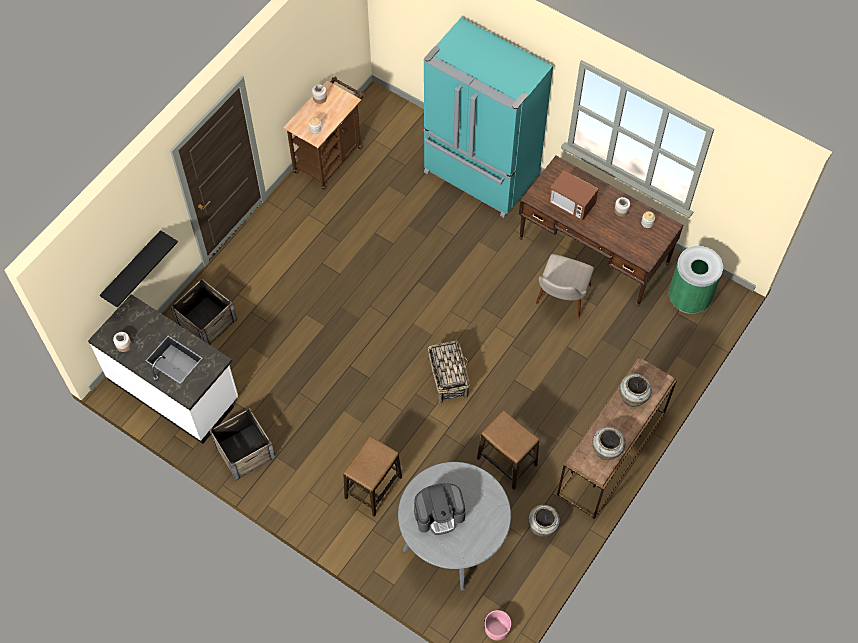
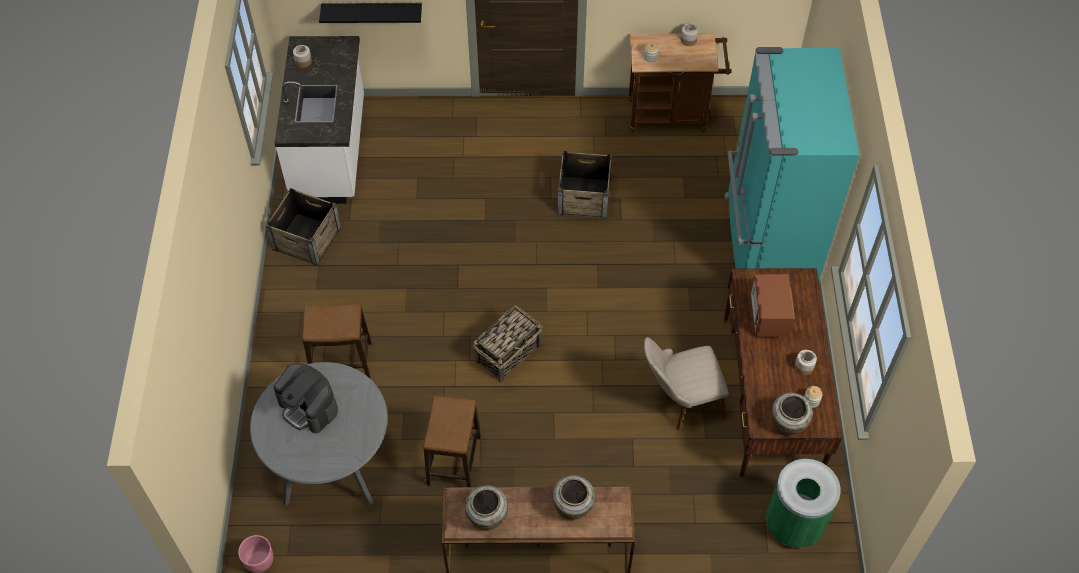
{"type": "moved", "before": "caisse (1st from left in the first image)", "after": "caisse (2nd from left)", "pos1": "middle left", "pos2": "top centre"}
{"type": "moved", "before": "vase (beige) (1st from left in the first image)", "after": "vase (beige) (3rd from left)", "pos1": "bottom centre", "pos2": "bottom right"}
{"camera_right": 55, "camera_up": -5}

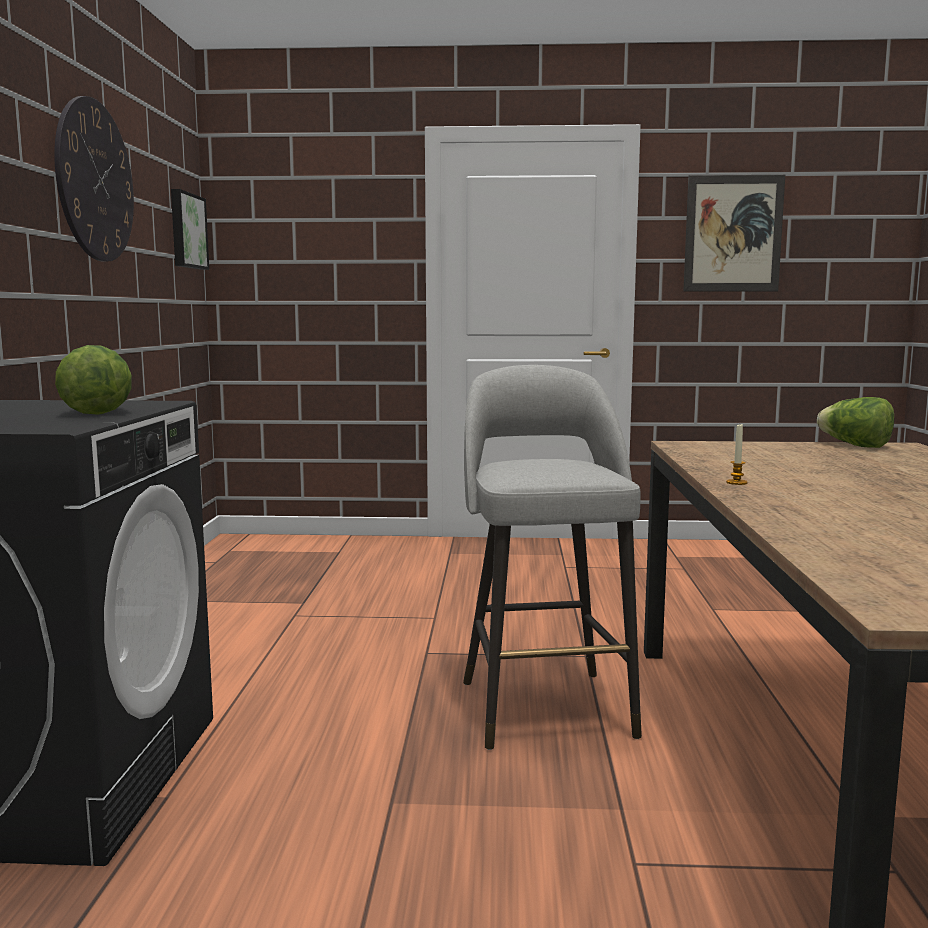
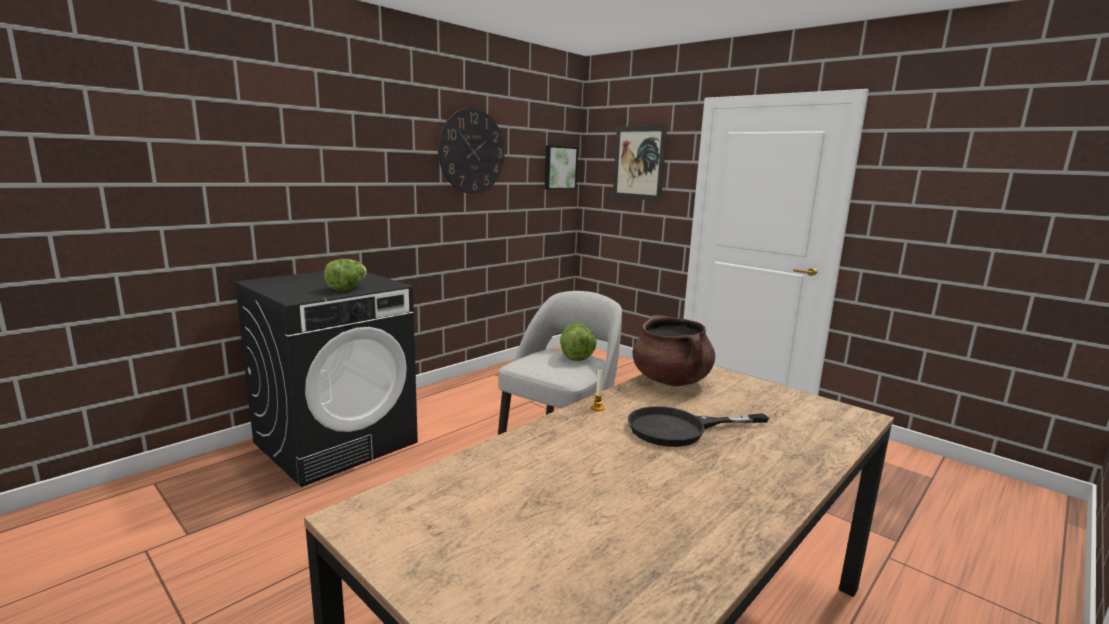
{"type": "added", "after": "poêle (noir)", "pos2": "bottom centre"}
{"type": "added", "after": "marmite (marron)", "pos2": "centre"}
{"type": "moved", "before": "tableau (2nd from left)", "pos1": "top right", "pos2": "top centre"}
{"type": "moved", "before": "laitue (2nd from left)", "pos1": "middle right", "pos2": "centre"}
{"camera_right": 40, "camera_up": 5}

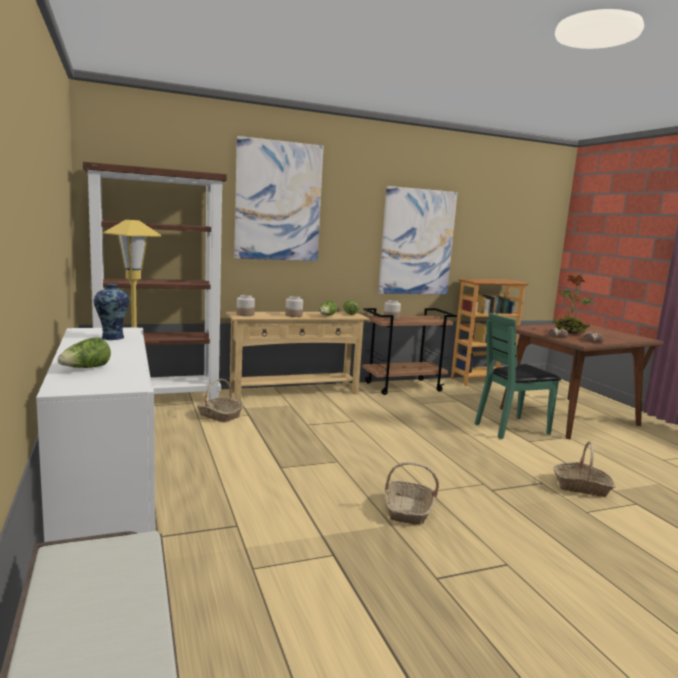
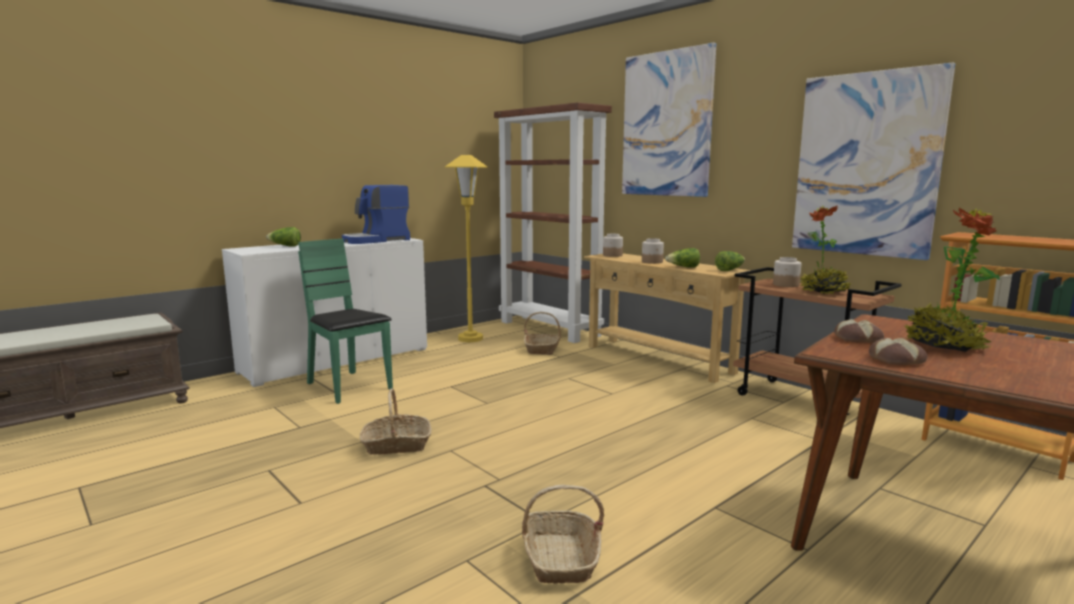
{"type": "added", "after": "plante en pot (1st from left)", "pos2": "middle right"}
{"type": "moved", "before": "chaise (vert)", "pos1": "middle right", "pos2": "middle left"}
{"type": "replaced", "before": "vase", "after": "machine à café", "pos1": "middle left", "pos2": "centre"}
{"camera_right": 70, "camera_up": 0}

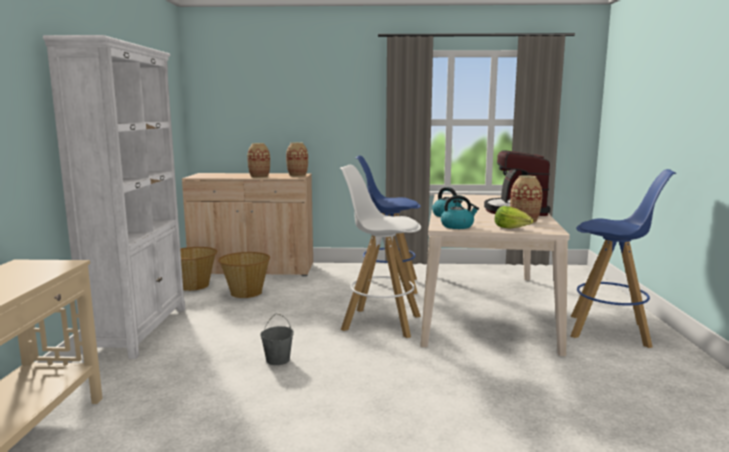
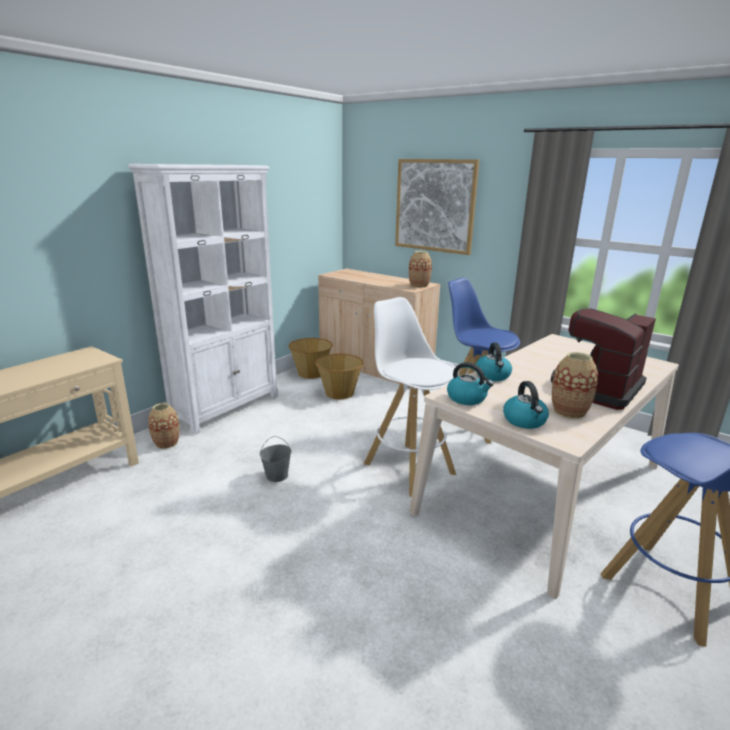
{"type": "added", "after": "tableau", "pos2": "top centre"}
{"type": "moved", "before": "vase (1st from left)", "pos1": "centre", "pos2": "middle left"}
{"type": "replaced", "before": "laitue", "after": "bouilloire (3rd from left)", "pos1": "middle right", "pos2": "middle right"}
{"camera_right": 35, "camera_up": 10}

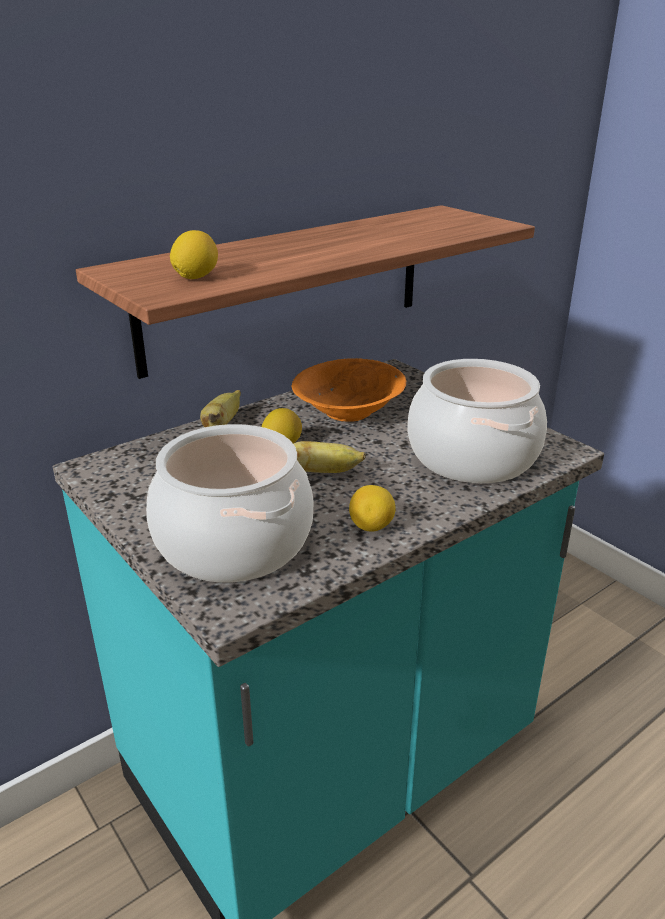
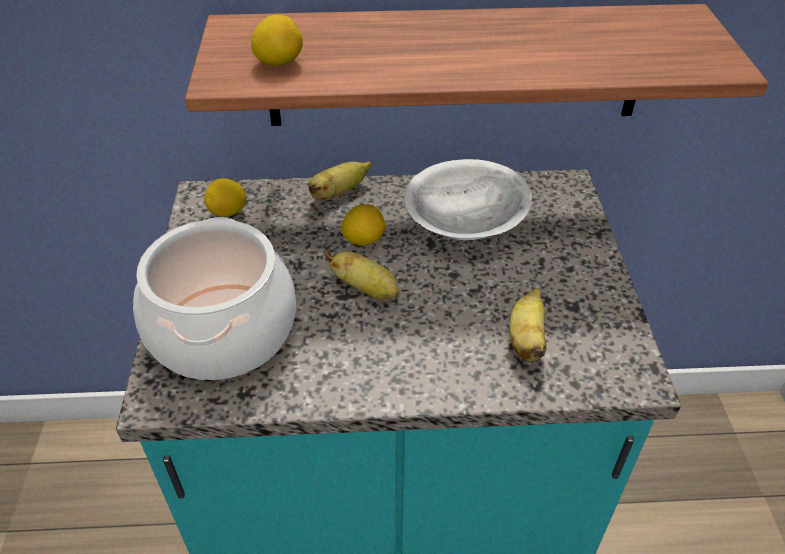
{"type": "moved", "before": "citron (3rd from left in the first image)", "after": "citron (1st from left)", "pos1": "centre", "pos2": "middle left"}
{"type": "replaced", "before": "marmite (2nd from left)", "after": "banane (3rd from left)", "pos1": "middle right", "pos2": "middle right"}
{"type": "recoloured", "before": "bol (orange)", "after": "bol (blanc)", "pos1": "centre", "pos2": "centre"}
{"camera_right": 35, "camera_up": 15}

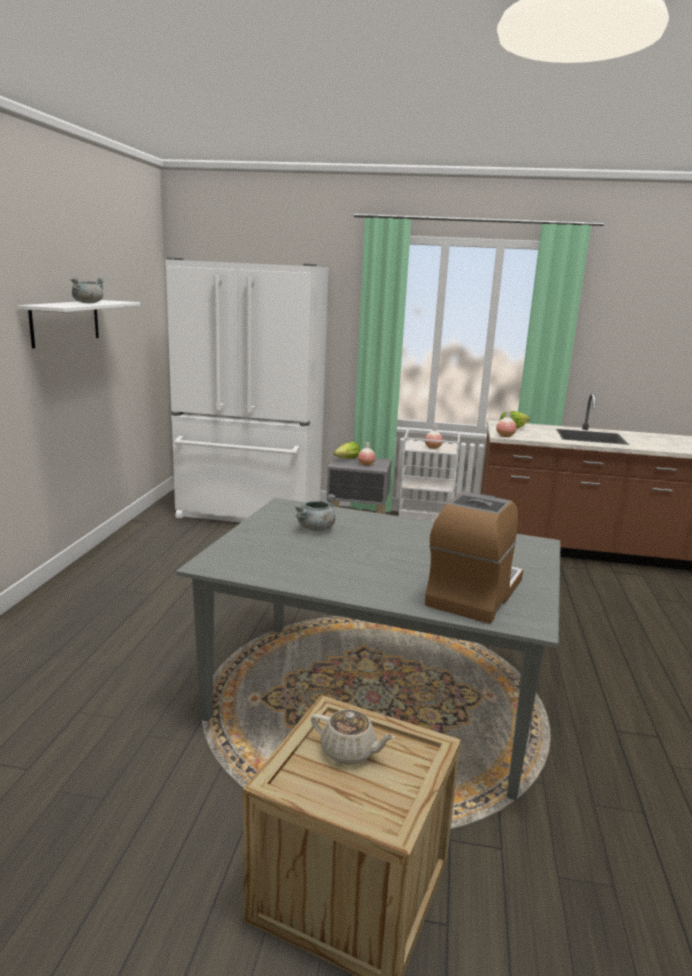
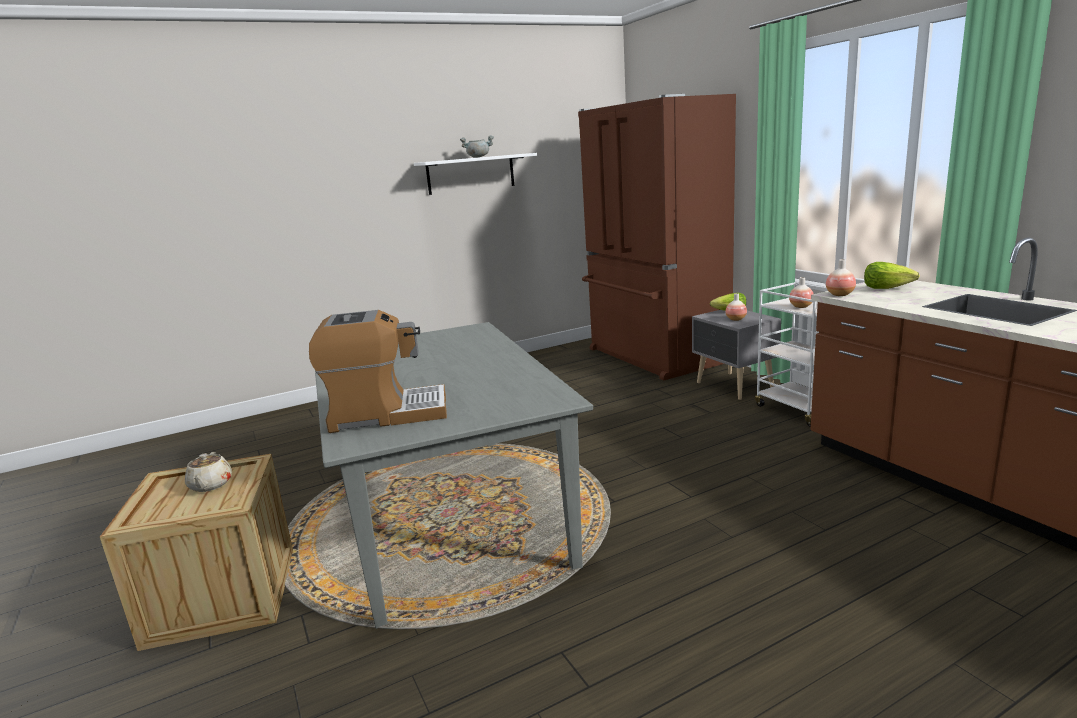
{"type": "removed", "before": "marmite (gris) (2nd from left)", "pos1": "centre"}
{"type": "recoloured", "before": "réfrigérateur (blanc)", "after": "réfrigérateur (marron)", "pos1": "centre", "pos2": "top centre"}
{"camera_right": 55, "camera_up": 0}

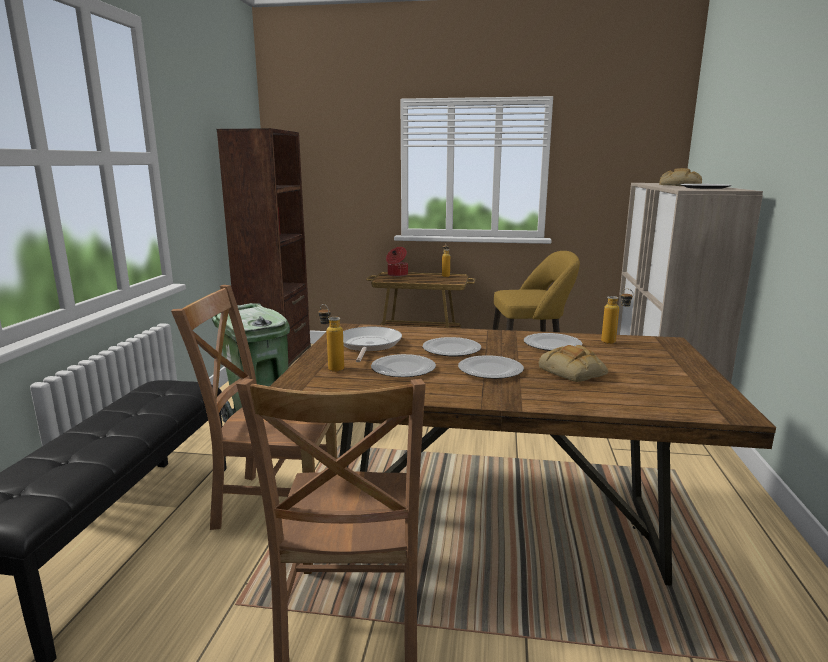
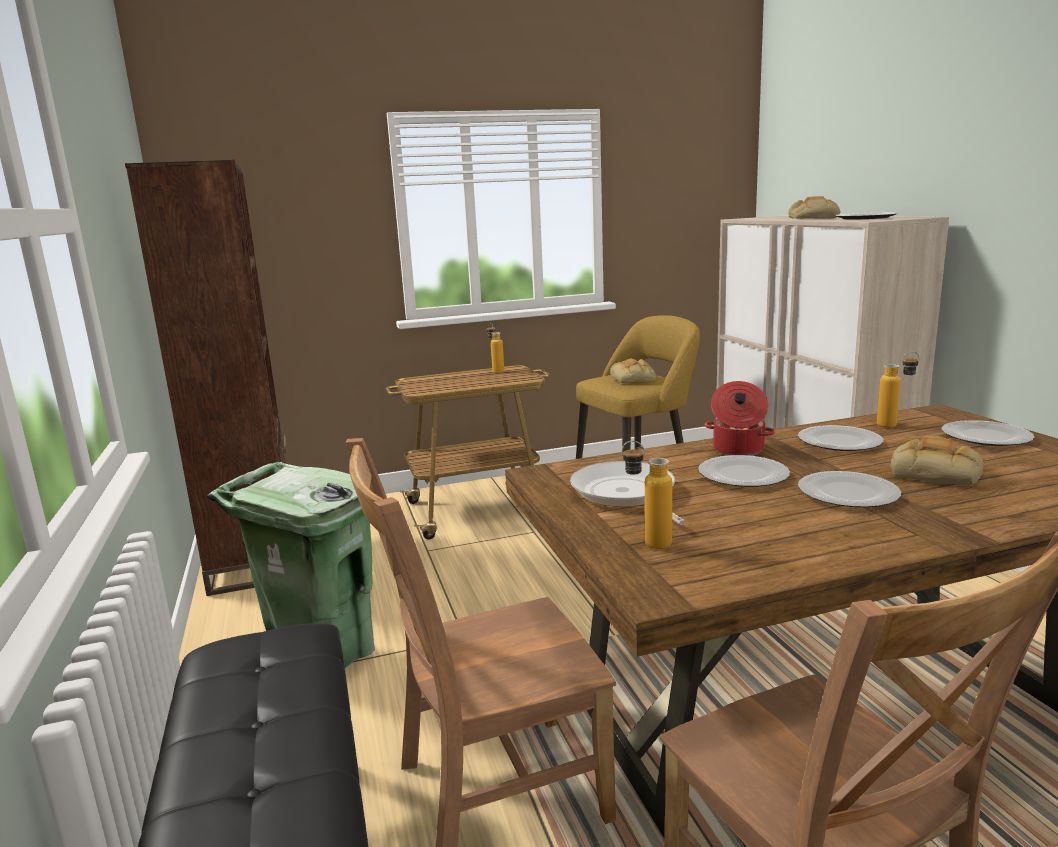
{"type": "added", "after": "pain (1st from left)", "pos2": "centre"}
{"type": "moved", "before": "assiette (1st from left in the first image)", "after": "assiette (5th from left)", "pos1": "centre", "pos2": "middle right"}
{"type": "moved", "before": "marmite", "pos1": "centre", "pos2": "middle right"}
{"camera_right": -25, "camera_up": 0}

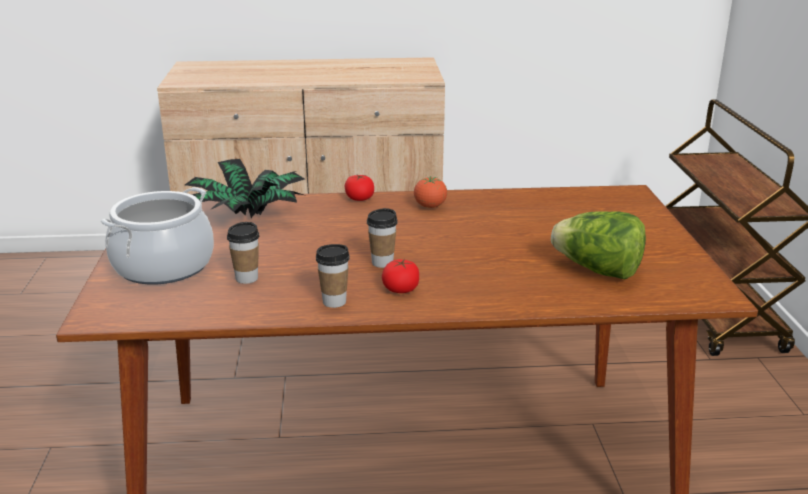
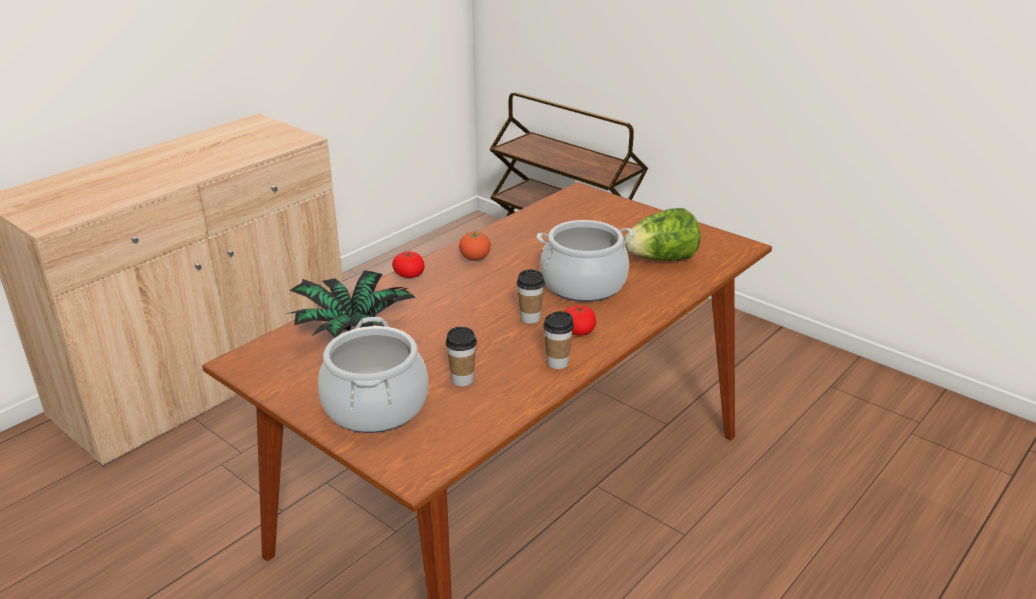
{"type": "added", "after": "marmite (2nd from left)", "pos2": "centre"}
{"camera_right": -45, "camera_up": 5}

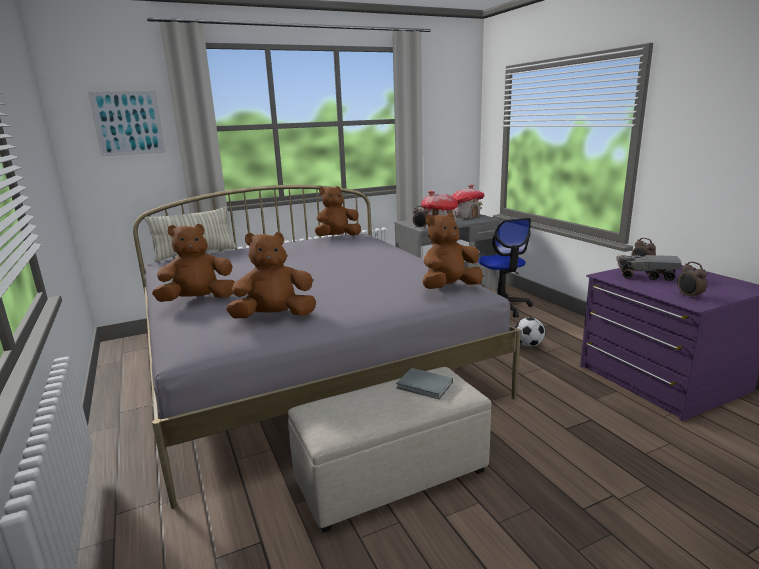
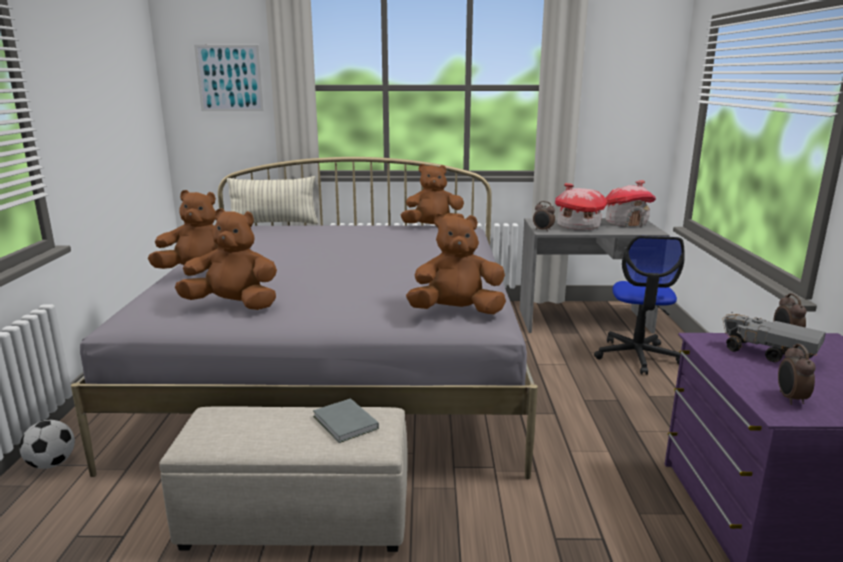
{"type": "moved", "before": "ballon de foot", "pos1": "middle right", "pos2": "bottom left"}
{"camera_right": 25, "camera_up": 0}

